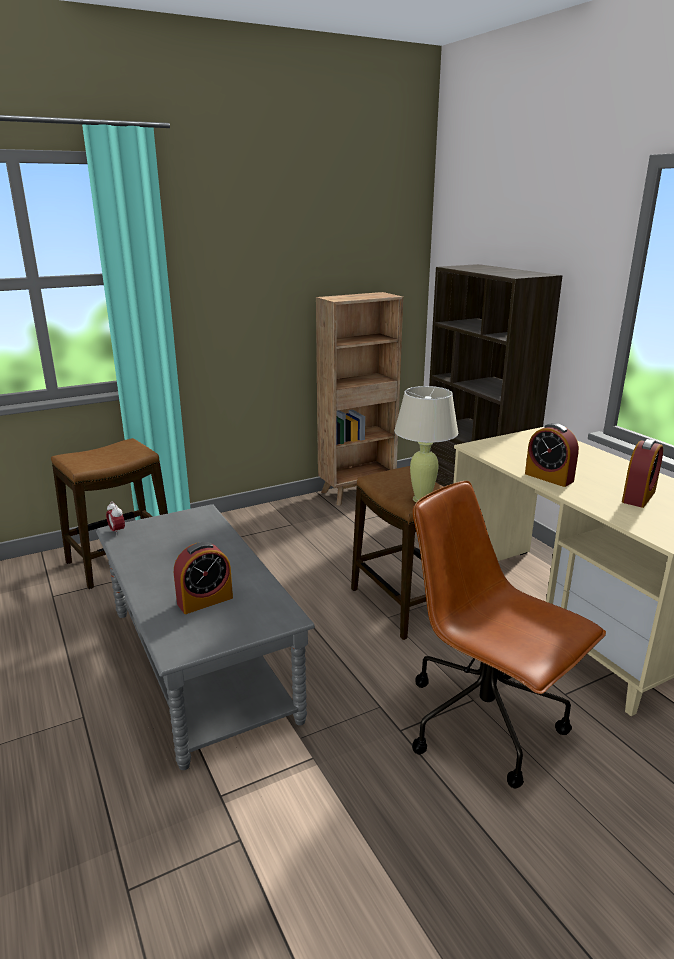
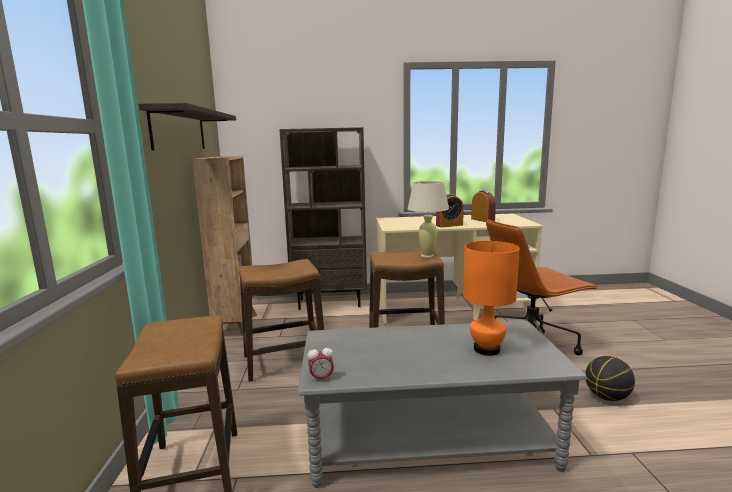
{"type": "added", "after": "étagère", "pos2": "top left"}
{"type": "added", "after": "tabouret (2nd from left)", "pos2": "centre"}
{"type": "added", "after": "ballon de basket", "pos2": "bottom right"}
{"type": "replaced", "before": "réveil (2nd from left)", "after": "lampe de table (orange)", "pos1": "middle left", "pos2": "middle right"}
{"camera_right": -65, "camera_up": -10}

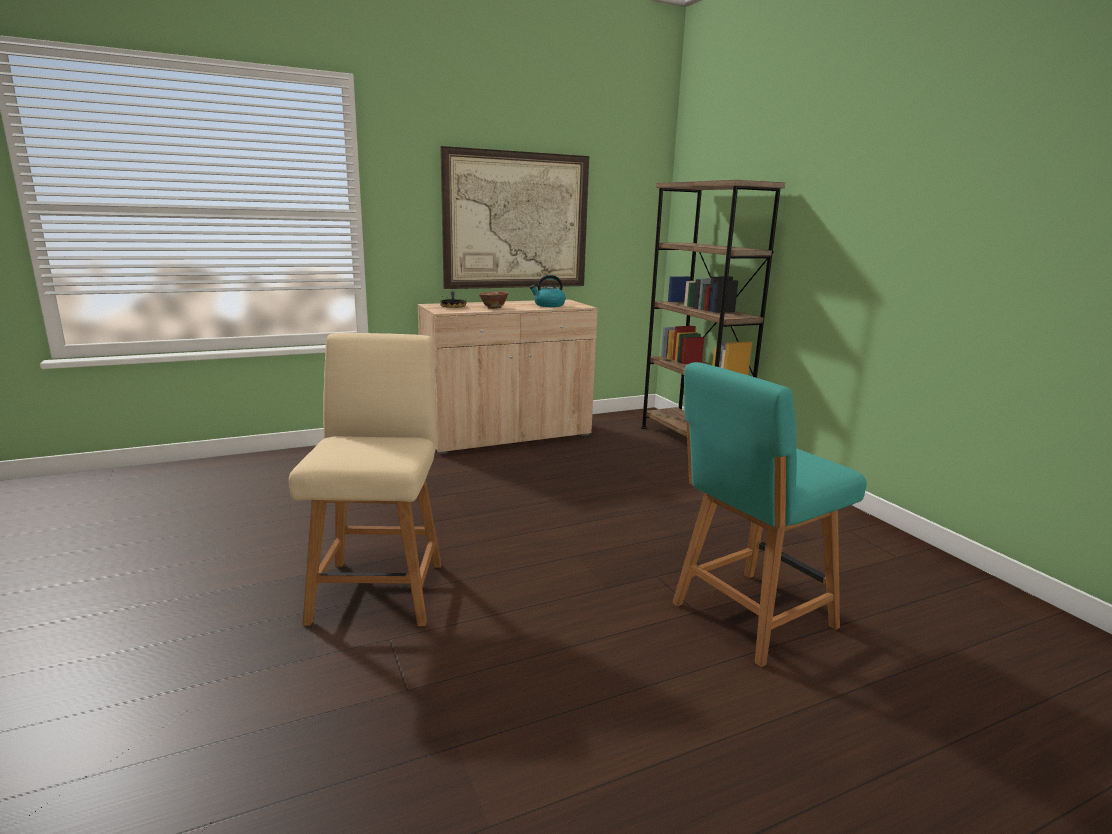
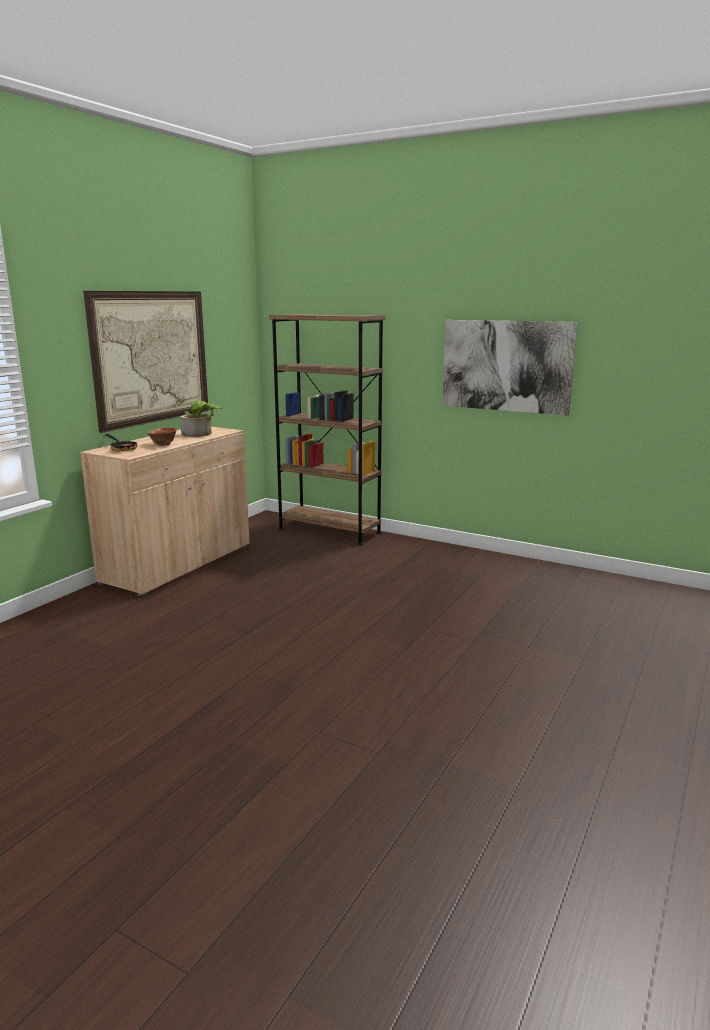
{"type": "removed", "before": "chaise (beige)", "pos1": "middle left"}
{"type": "removed", "before": "chaise (turquoise)", "pos1": "middle right"}
{"type": "added", "after": "tableau (2nd from left)", "pos2": "middle right"}
{"type": "replaced", "before": "bouilloire", "after": "plante en pot", "pos1": "centre", "pos2": "middle left"}
{"camera_right": -35, "camera_up": 0}

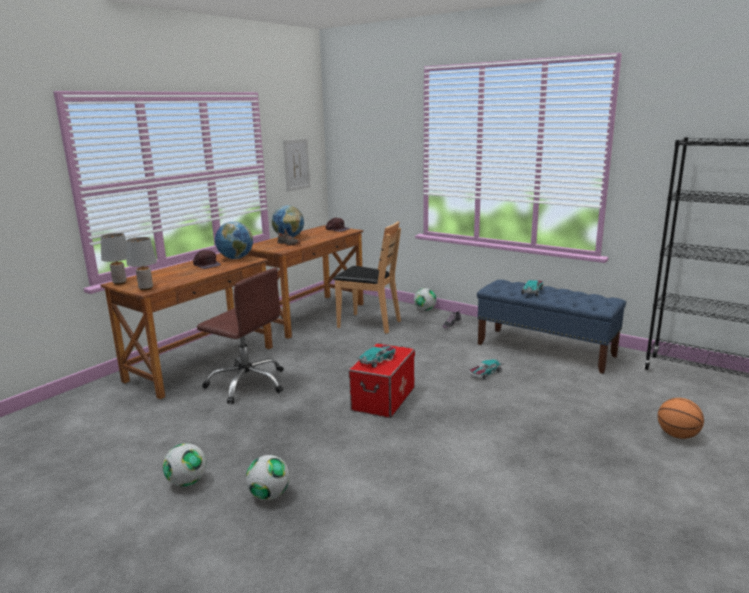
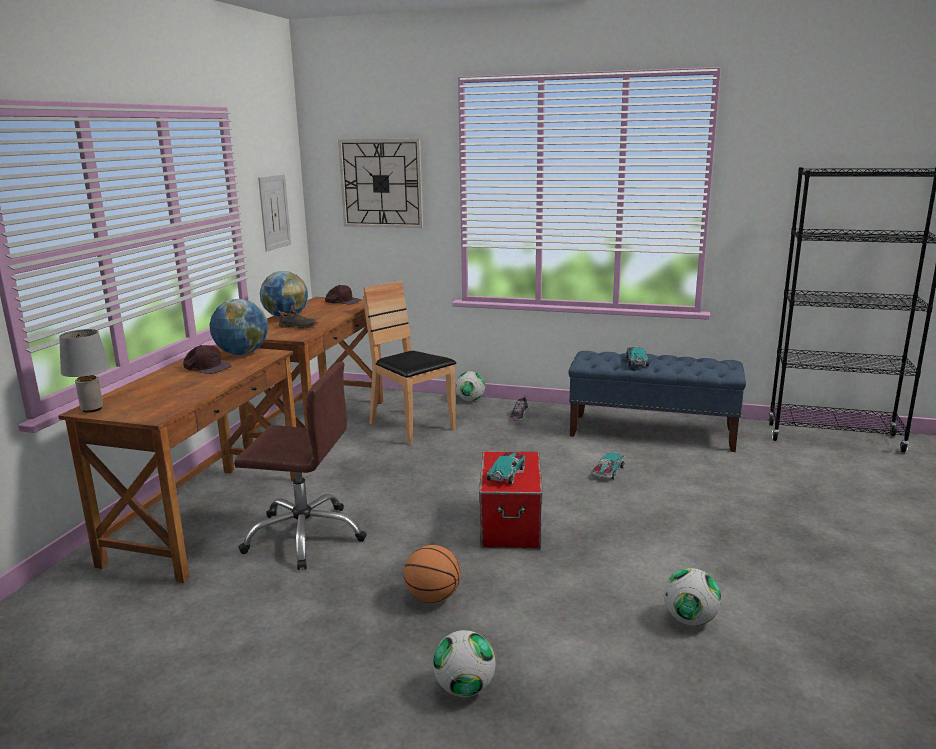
{"type": "removed", "before": "lampe de table (gris) (2nd from left)", "pos1": "middle left"}
{"type": "added", "after": "horloge murale", "pos2": "top centre"}
{"type": "moved", "before": "ballon de foot (1st from left in the first image)", "after": "ballon de foot (3rd from left)", "pos1": "bottom left", "pos2": "bottom right"}
{"type": "moved", "before": "ballon de basket", "pos1": "bottom right", "pos2": "bottom centre"}
{"type": "turned", "before": "chaise (marron)", "pos1": "centre", "pos2": "centre", "turn": -135}
{"camera_right": -20, "camera_up": 0}

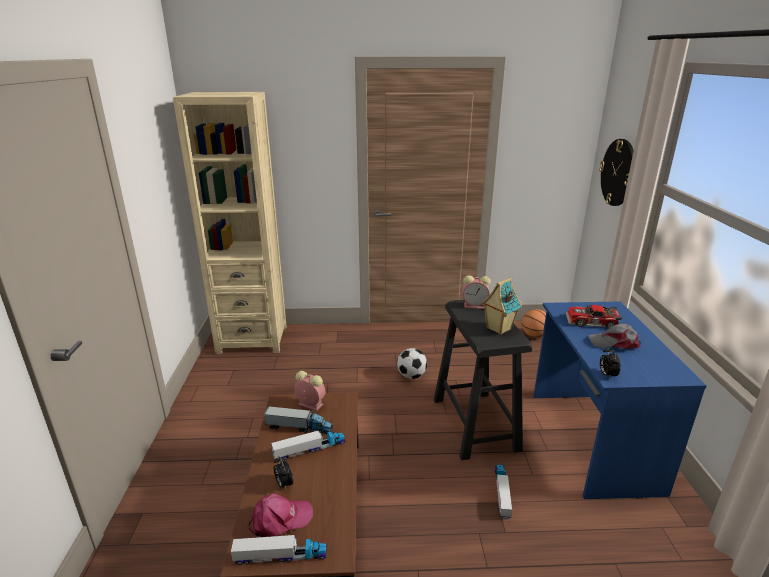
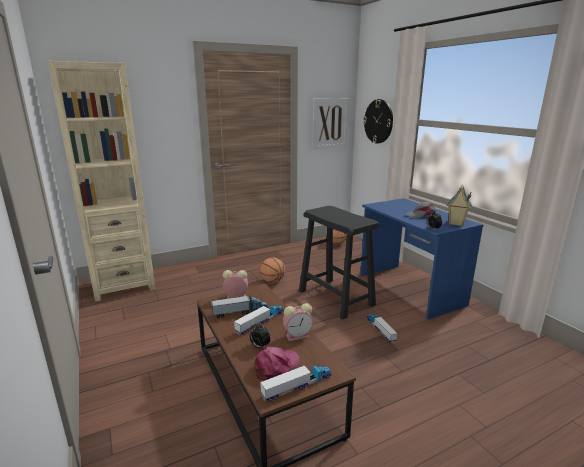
{"type": "removed", "before": "petite voiture", "pos1": "middle right"}
{"type": "added", "after": "tableau", "pos2": "top centre"}
{"type": "moved", "before": "réveil (3rd from left)", "pos1": "centre", "pos2": "bottom centre"}
{"type": "moved", "before": "maison miniature", "pos1": "centre", "pos2": "middle right"}
{"type": "replaced", "before": "ballon de foot", "after": "ballon de basket (1st from left)", "pos1": "centre", "pos2": "centre"}
{"camera_right": -25, "camera_up": -5}

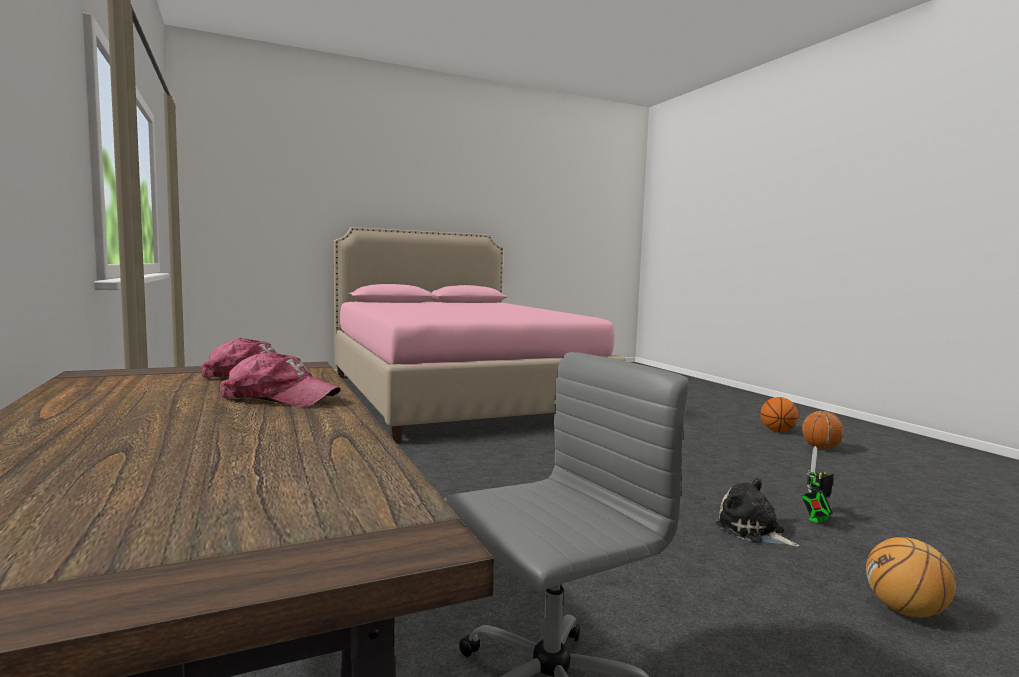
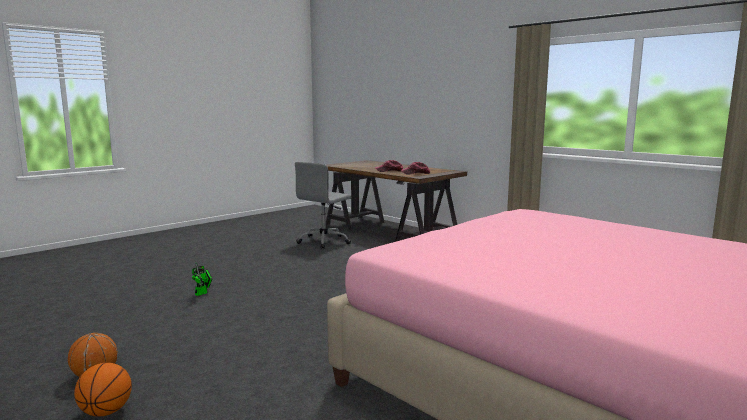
{"type": "removed", "before": "peluche", "pos1": "bottom right"}
{"type": "removed", "before": "ballon de basket (3rd from left)", "pos1": "bottom right"}
{"camera_right": 160, "camera_up": 5}

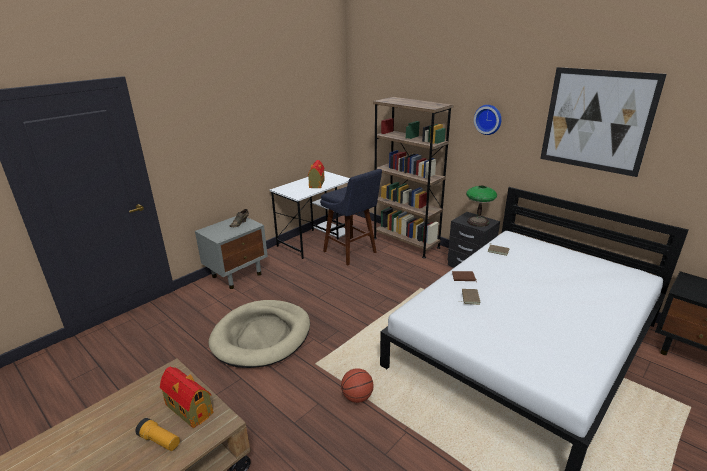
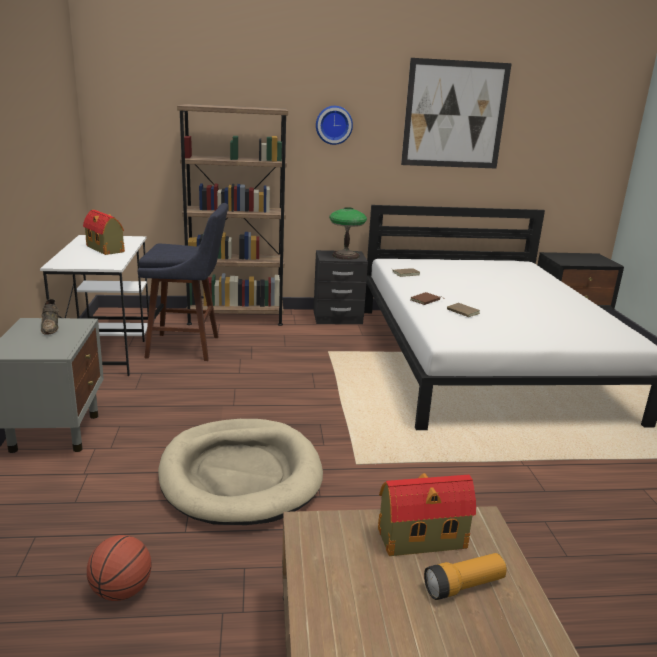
{"type": "moved", "before": "ballon de basket", "pos1": "bottom centre", "pos2": "bottom left"}
{"camera_right": -50, "camera_up": -5}

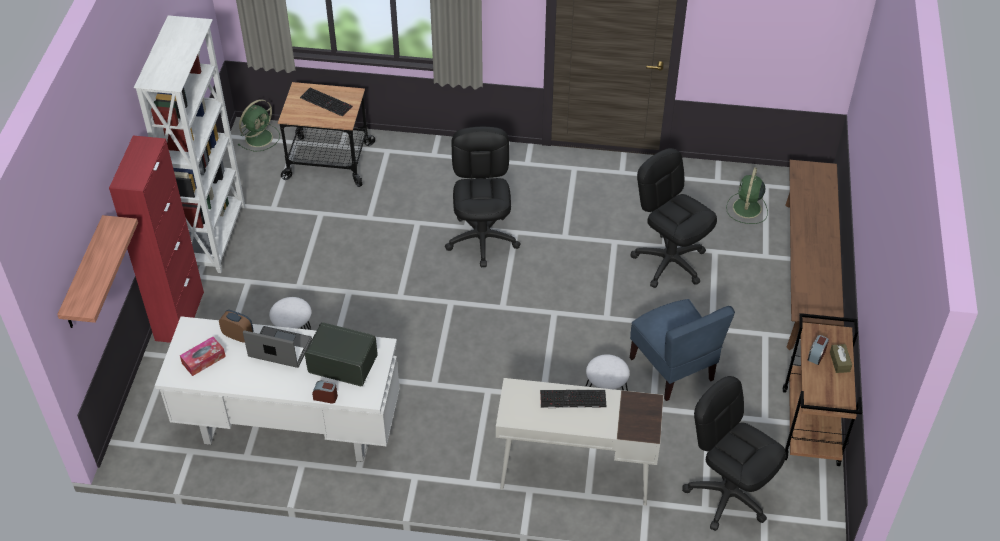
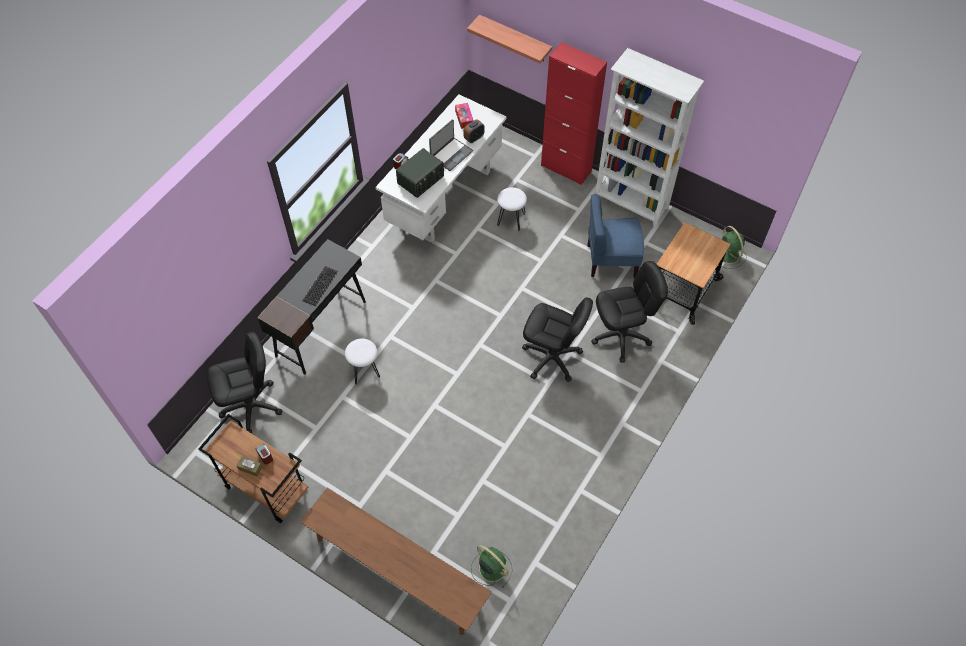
{"type": "removed", "before": "clavier (1st from left)", "pos1": "top left"}
{"type": "moved", "before": "chaise de bureau (noir) (2nd from left in the first image)", "after": "chaise de bureau (noir) (3rd from left)", "pos1": "middle right", "pos2": "centre"}
{"type": "moved", "before": "chaise (bleu)", "pos1": "middle right", "pos2": "centre"}
{"type": "recoloured", "before": "bureau (blanc) (2nd from left)", "after": "bureau (noir)", "pos1": "bottom centre", "pos2": "middle left"}
{"camera_right": 115, "camera_up": 10}

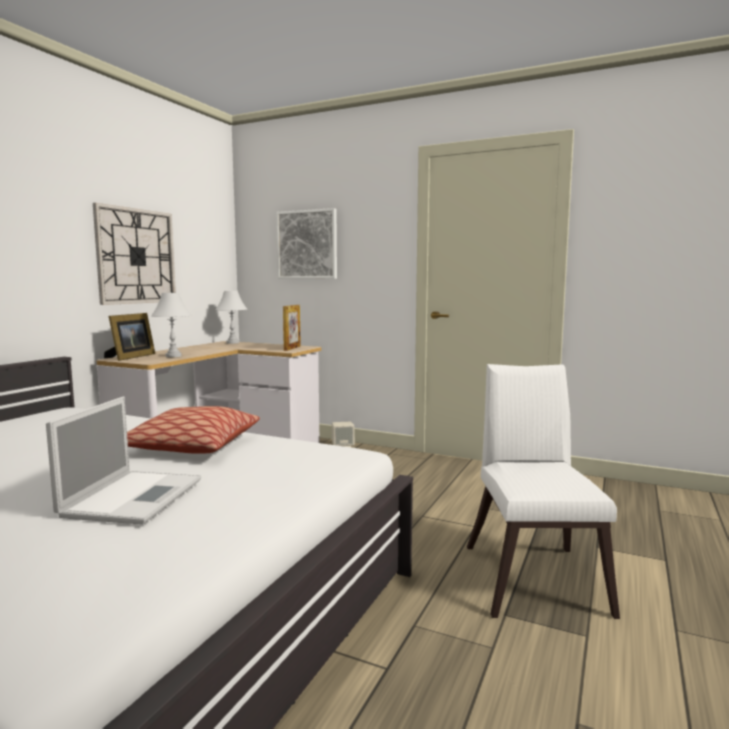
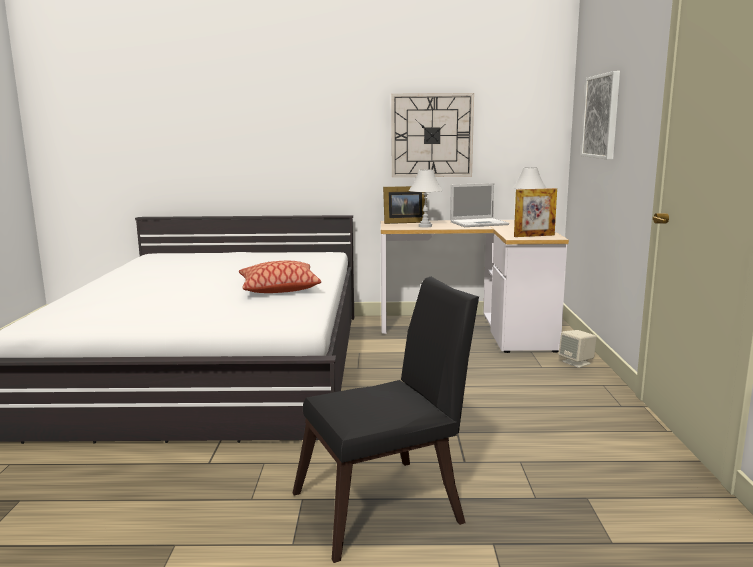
{"type": "moved", "before": "ordinateur portable", "pos1": "middle left", "pos2": "centre"}
{"type": "recoloured", "before": "chaise (blanc)", "after": "chaise (noir)", "pos1": "bottom right", "pos2": "bottom centre"}
{"camera_right": 65, "camera_up": 5}

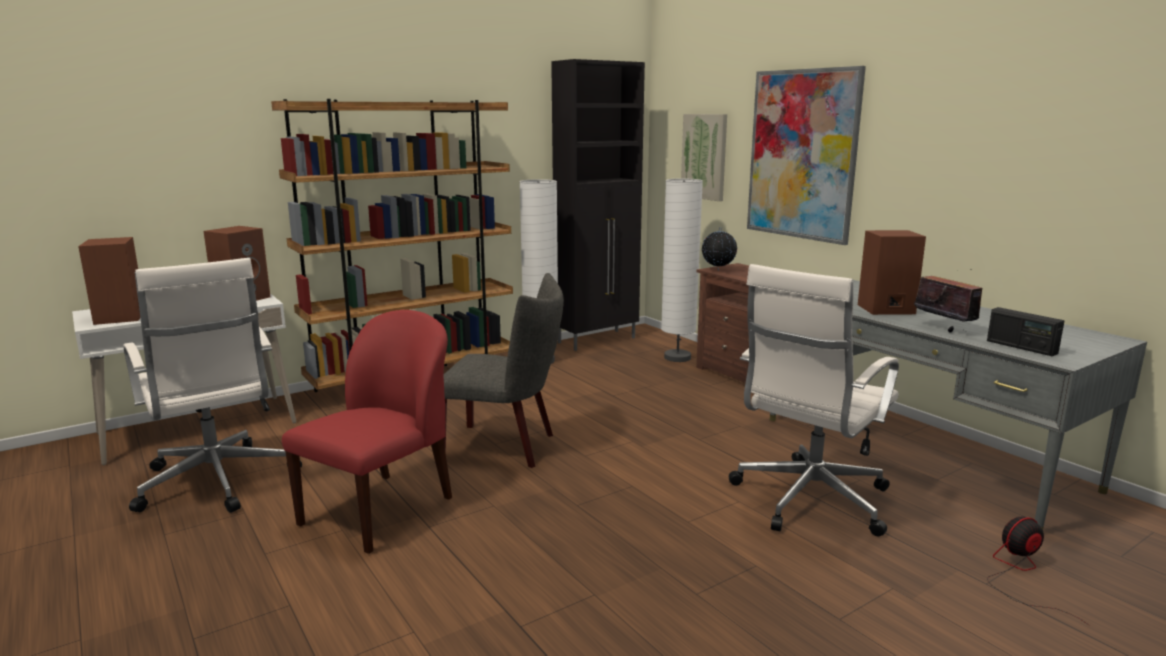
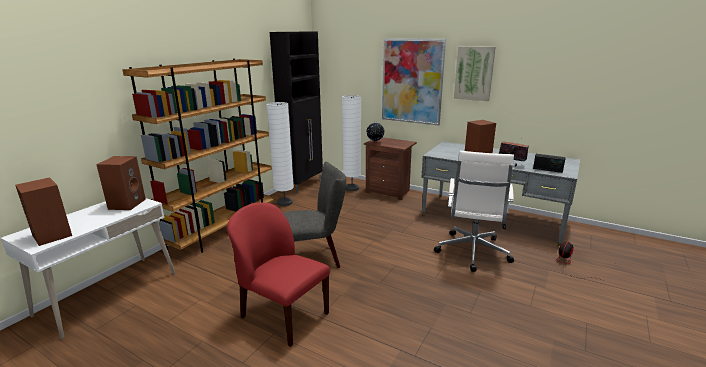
{"type": "removed", "before": "chaise de bureau (blanc) (1st from left)", "pos1": "middle left"}
{"type": "moved", "before": "tableau (1st from left in the first image)", "after": "tableau (2nd from left)", "pos1": "top centre", "pos2": "top right"}
{"type": "turned", "before": "chaise (rouge)", "pos1": "middle left", "pos2": "bottom centre", "turn": -60}
{"camera_right": -25, "camera_up": 5}

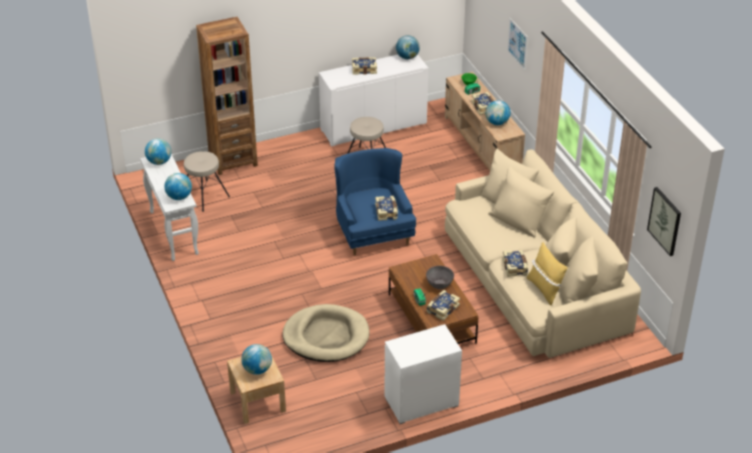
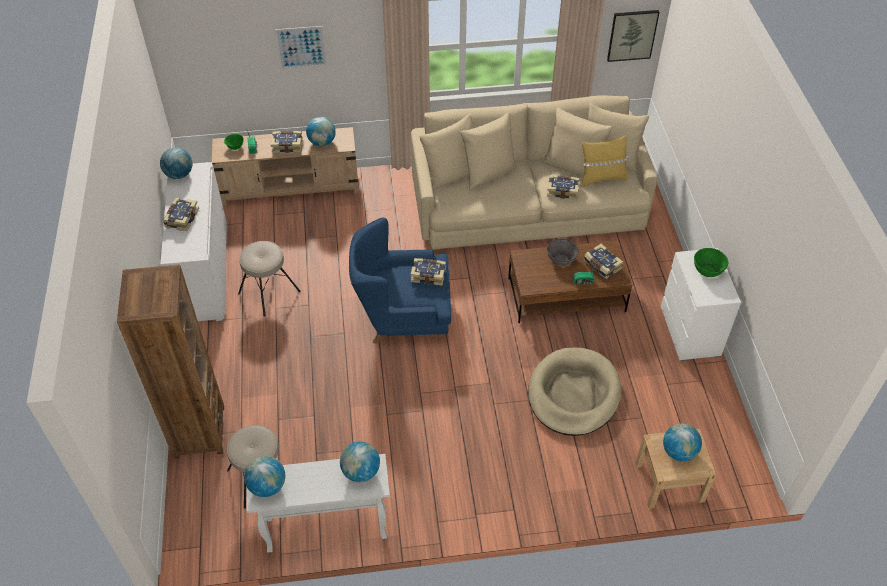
{"type": "added", "after": "bol (vert) (2nd from left)", "pos2": "middle right"}
{"camera_right": -75, "camera_up": 10}

